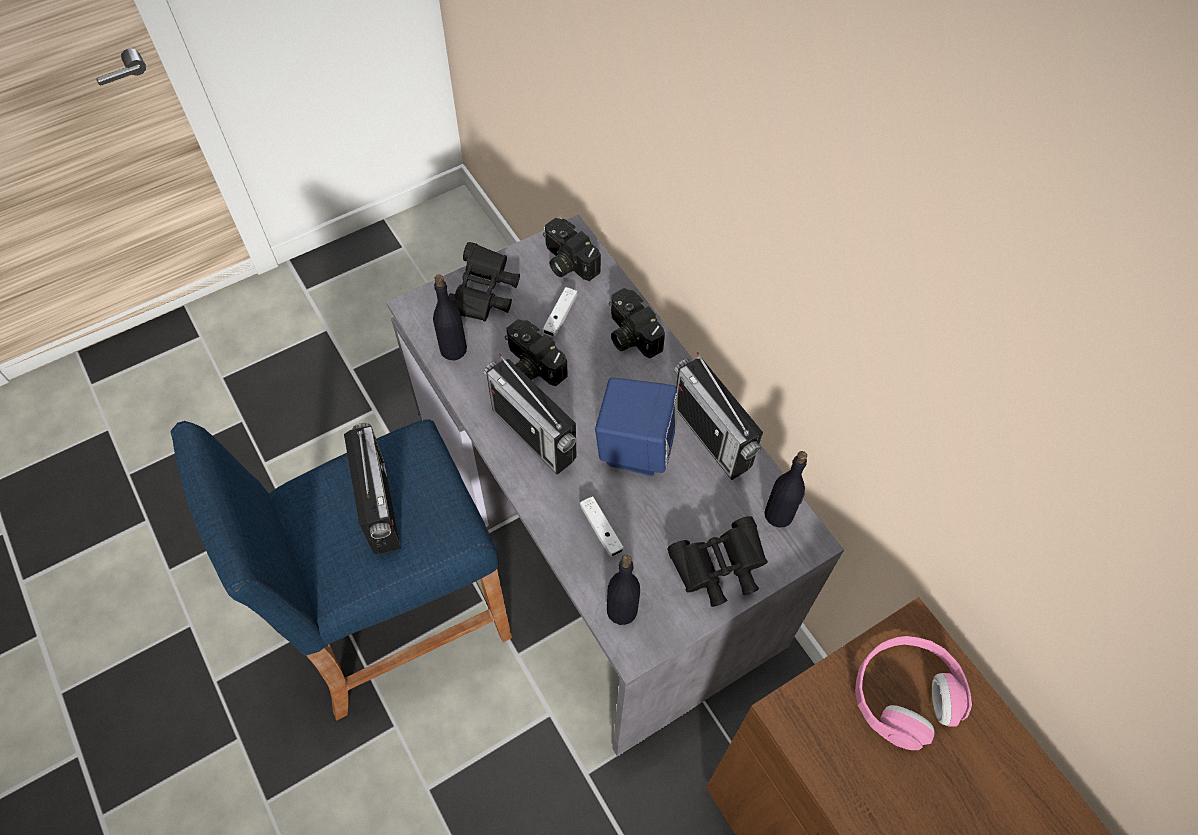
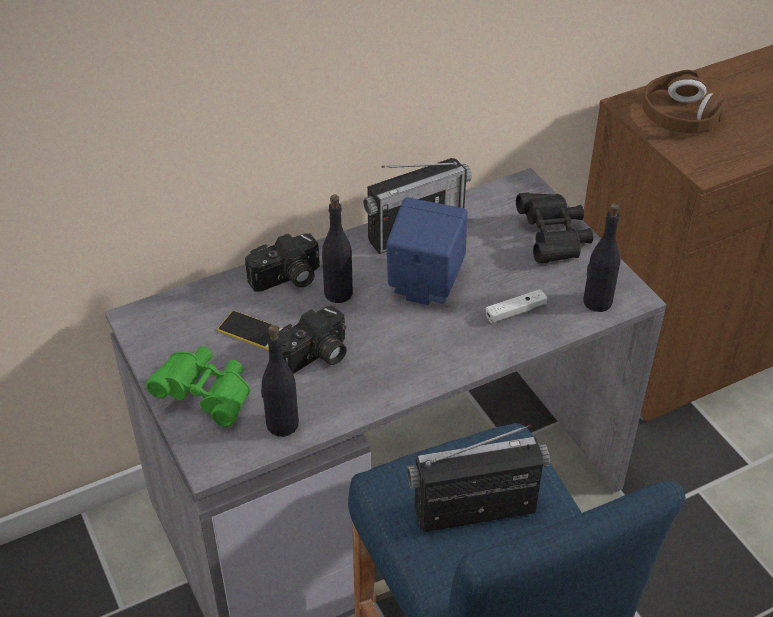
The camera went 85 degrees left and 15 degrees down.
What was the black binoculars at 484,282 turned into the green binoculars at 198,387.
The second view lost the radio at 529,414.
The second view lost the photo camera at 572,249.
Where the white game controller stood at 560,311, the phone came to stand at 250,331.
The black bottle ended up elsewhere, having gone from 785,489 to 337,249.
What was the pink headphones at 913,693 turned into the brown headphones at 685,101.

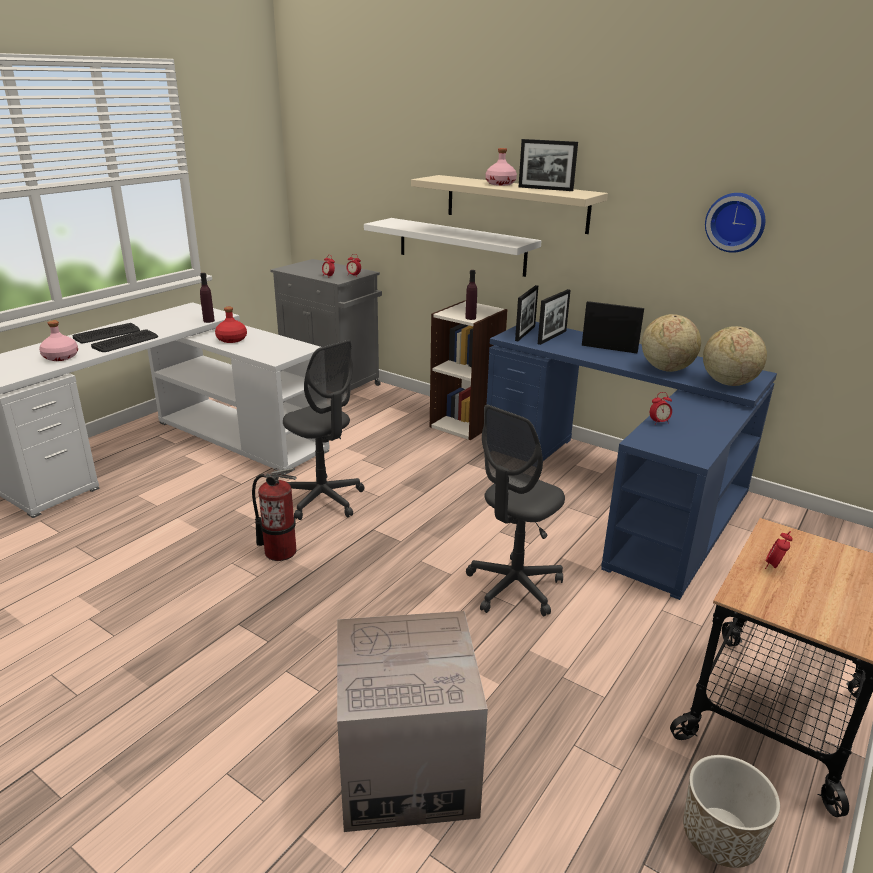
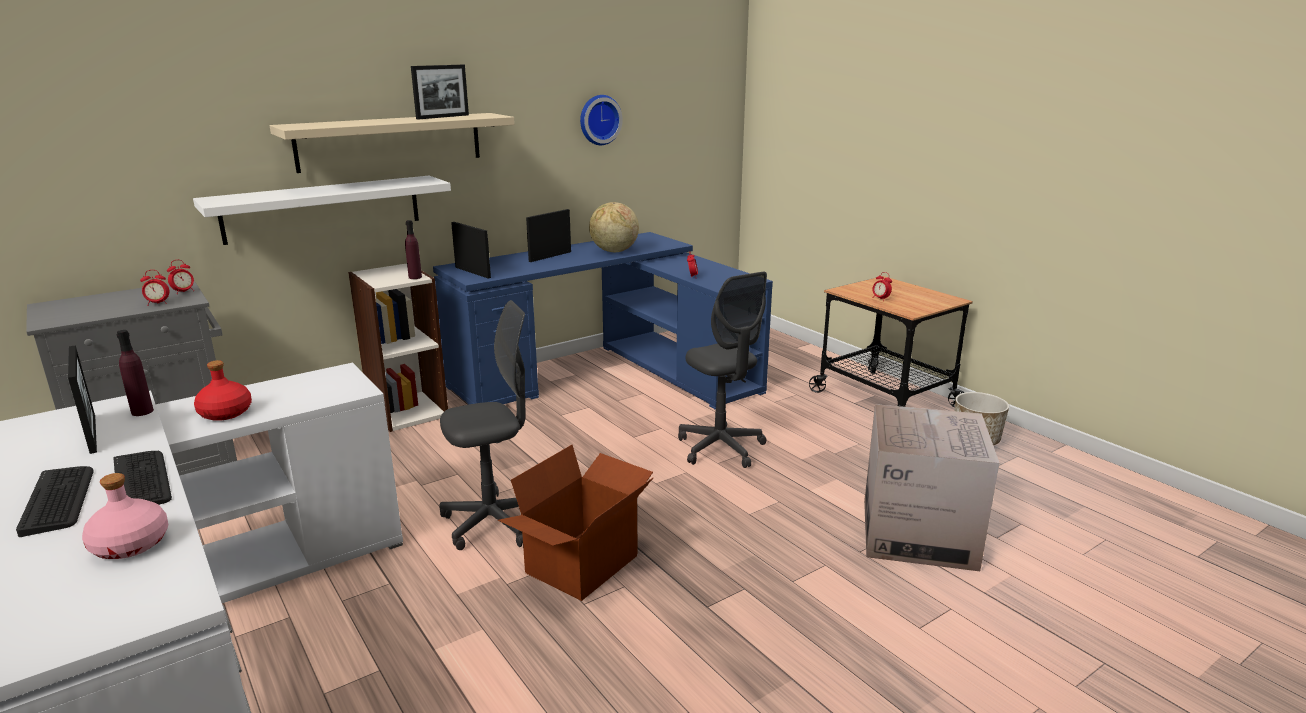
The camera went 70 degrees left and 5 degrees down.
Where the fire extinguisher stood at 274,514, the cardboard box came to stand at 575,523.
The second view lost the pink bottle at 501,167.
The picture frame ended up elsewhere, having gone from 554,317 to 82,399.
The second view lost the globe at 735,356.

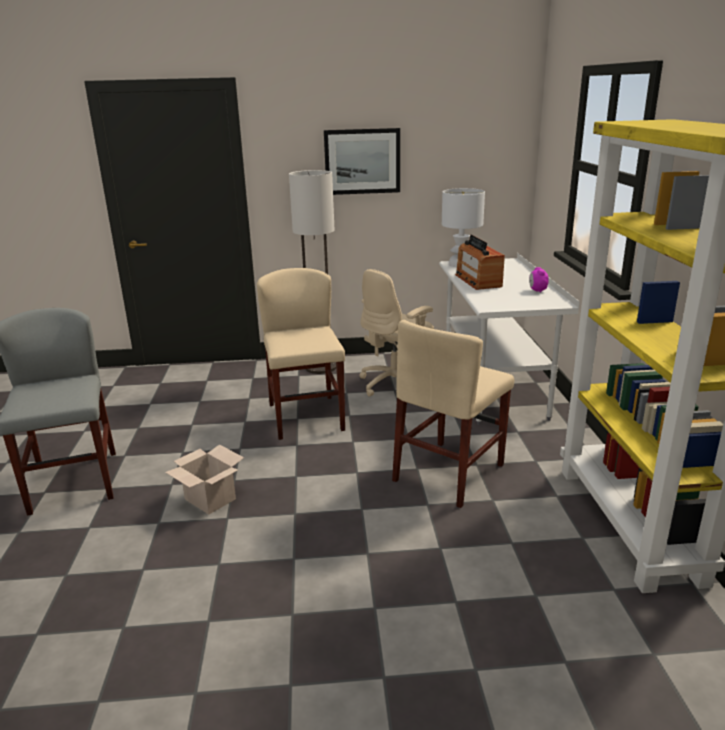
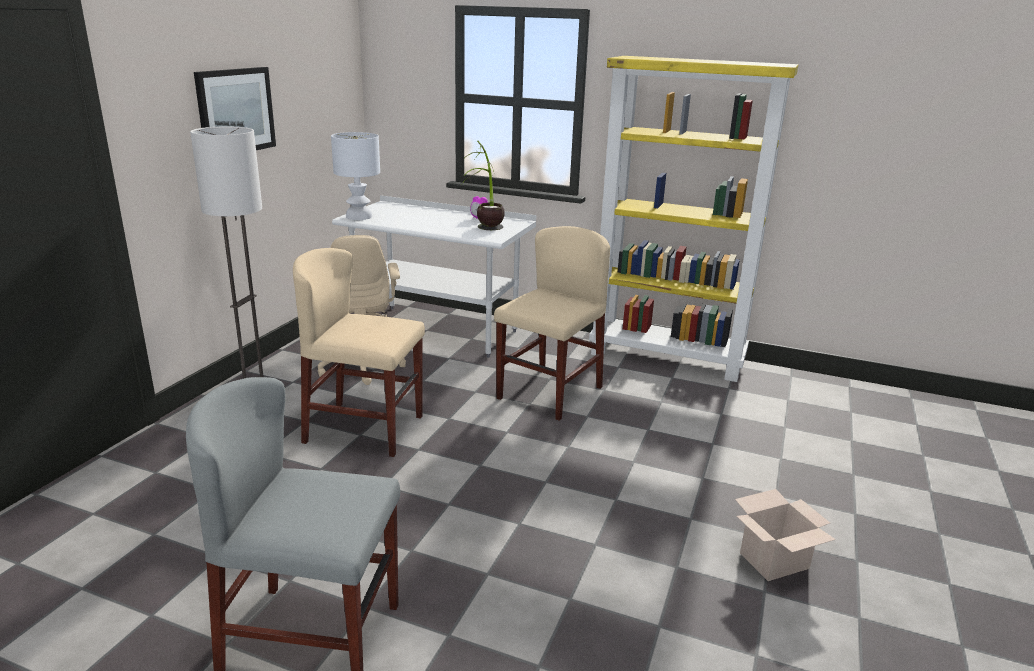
The camera went 65 degrees left and 0 degrees up.
The cardboard box ended up elsewhere, having gone from 204,480 to 785,535.
The beige chair at 453,414 ended up facing another way, 120 degrees counterclockwise from before.
The second view lost the radio at 480,262.
The second view gained the potted plant at 483,185.

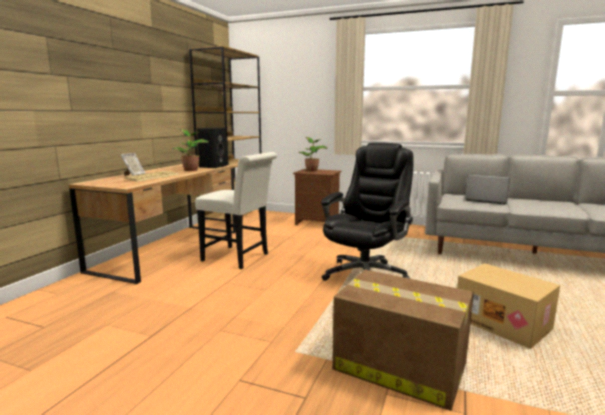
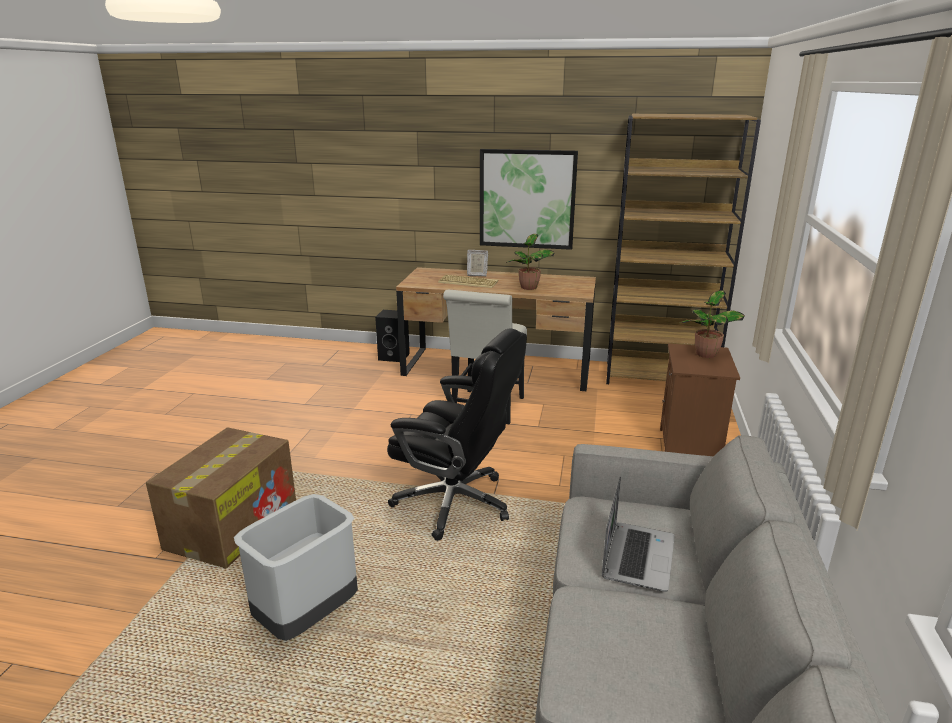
The camera went 80 degrees right and 10 degrees up.
The black speaker ended up elsewhere, having gone from 212,148 to 392,336.
Where the cardboard box stood at 508,306, the grey trash can came to stand at 296,567.
The second view gained the picture at 529,199.

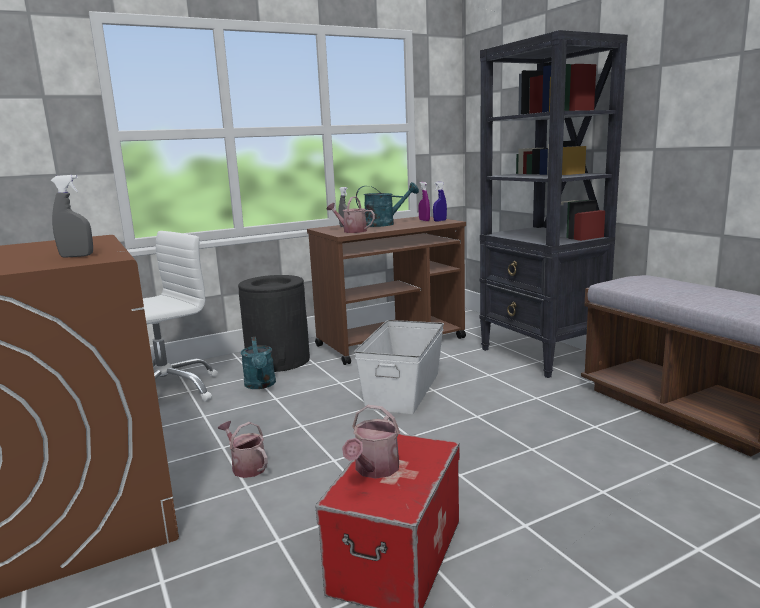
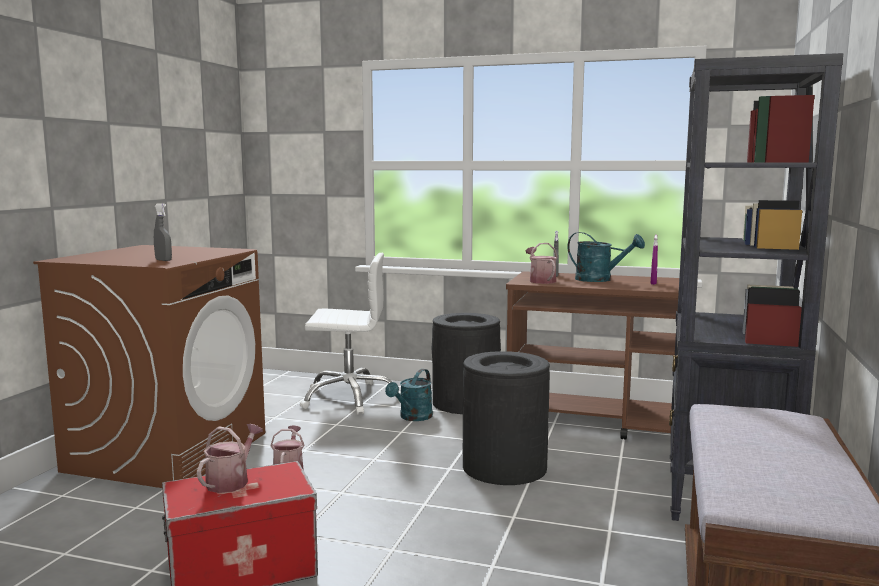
The camera went 45 degrees right and 5 degrees down.
The watering can at 371,442 ended up facing another way, 135 degrees clockwise from before.
Where the white storage box stood at 399,367, the black trash can came to stand at 506,418.
The second view lost the blue spray bottle at 440,202.

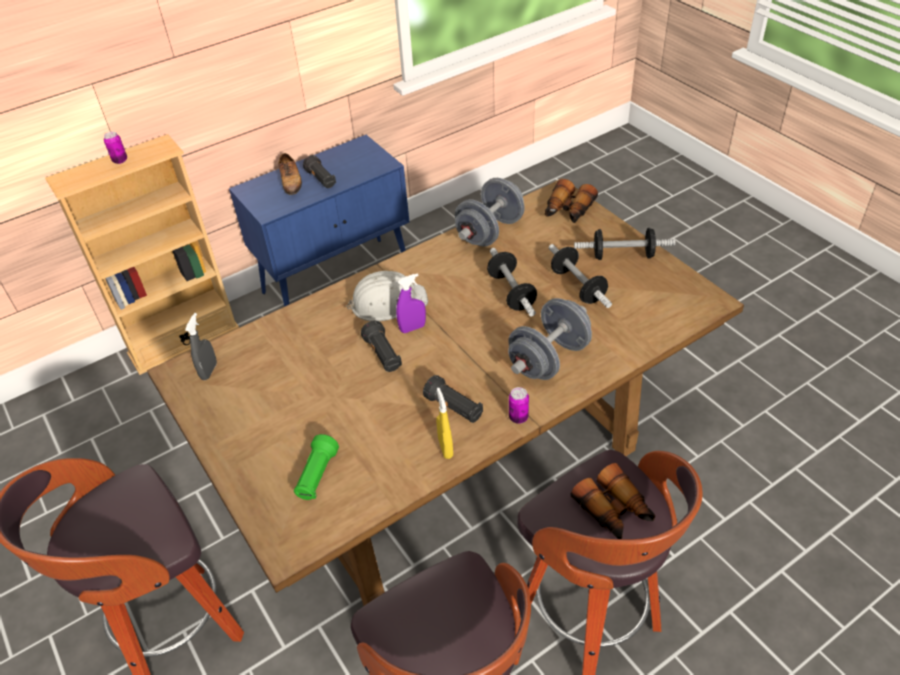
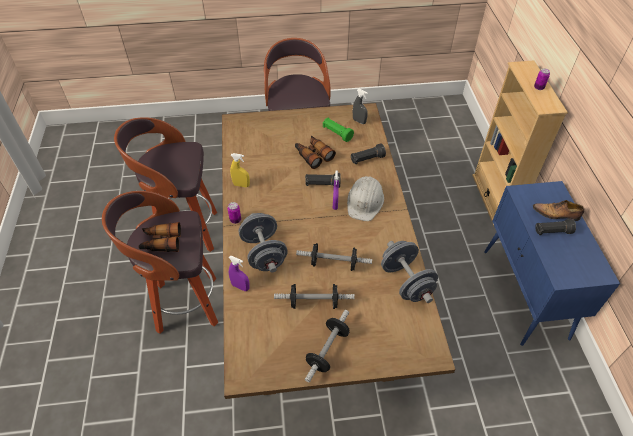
The camera went 115 degrees right and 5 degrees up.
The green flashlight ended up elsewhere, having gone from 316,467 to 338,130.
The black flashlight ended up elsewhere, having gone from 453,399 to 368,153.
The binoculars ended up elsewhere, having gone from 571,201 to 315,152.
The second view gained the purple spray bottle at 239,273.

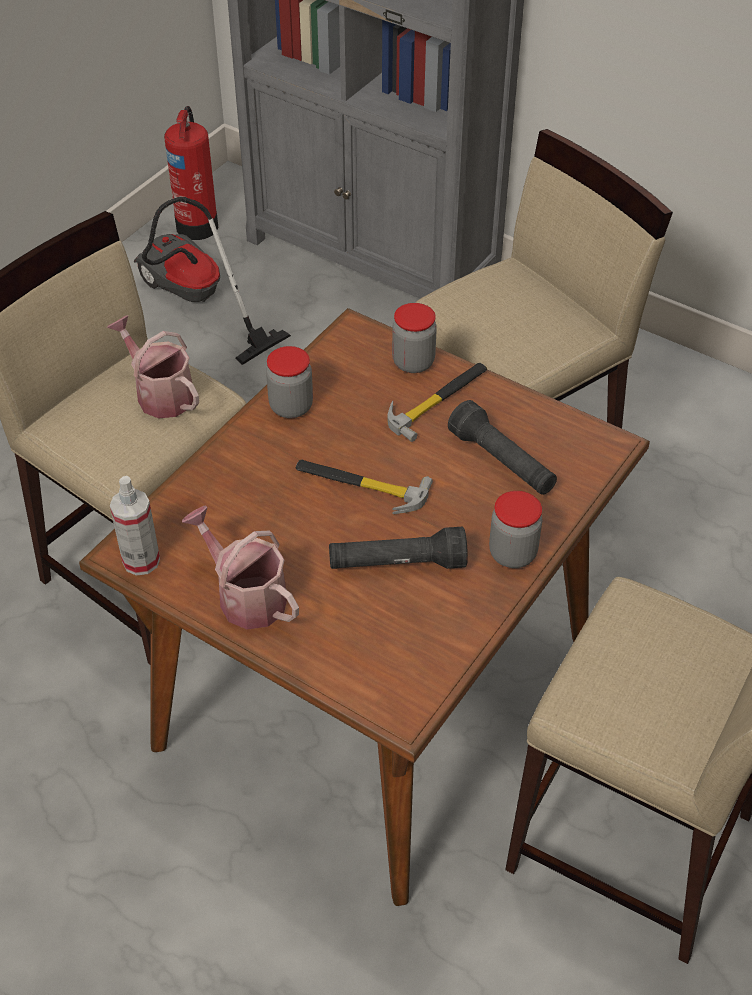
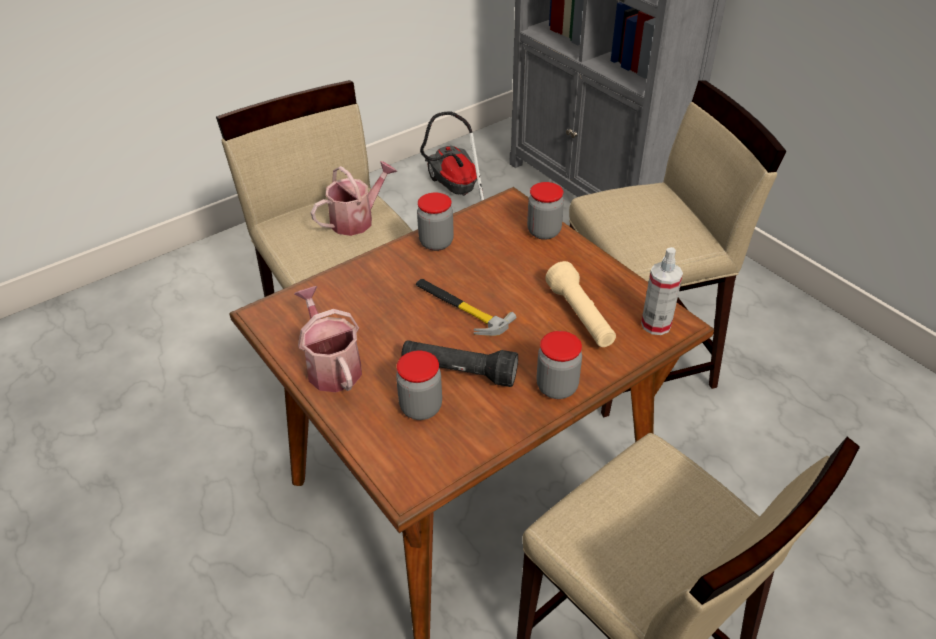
The camera went 20 degrees right and 5 degrees down.
The watering can at 153,367 ended up facing another way, 75 degrees clockwise from before.
The spray bottle ended up elsewhere, having gone from 135,526 to 662,291.
The second view lost the fire extinguisher at 191,173.
The second view lost the hammer at 437,402.
What was the black flashlight at 502,447 turned into the beige flashlight at 580,304.
The second view gained the jar at 419,385.

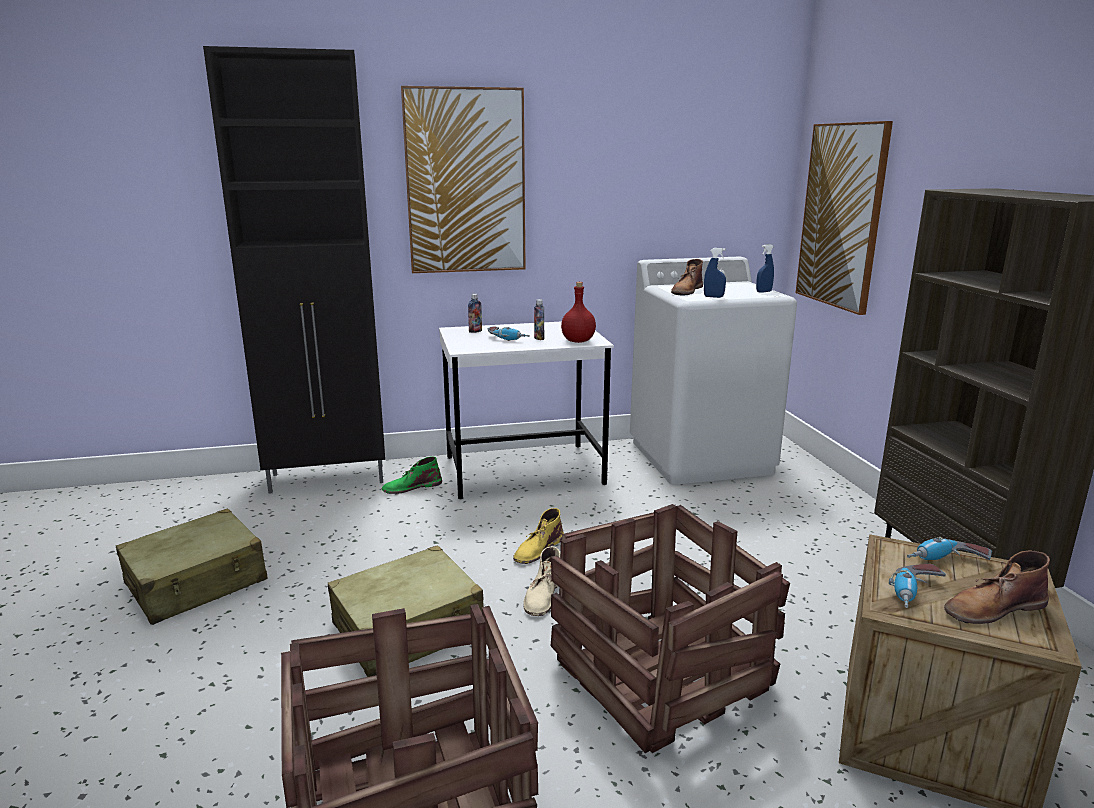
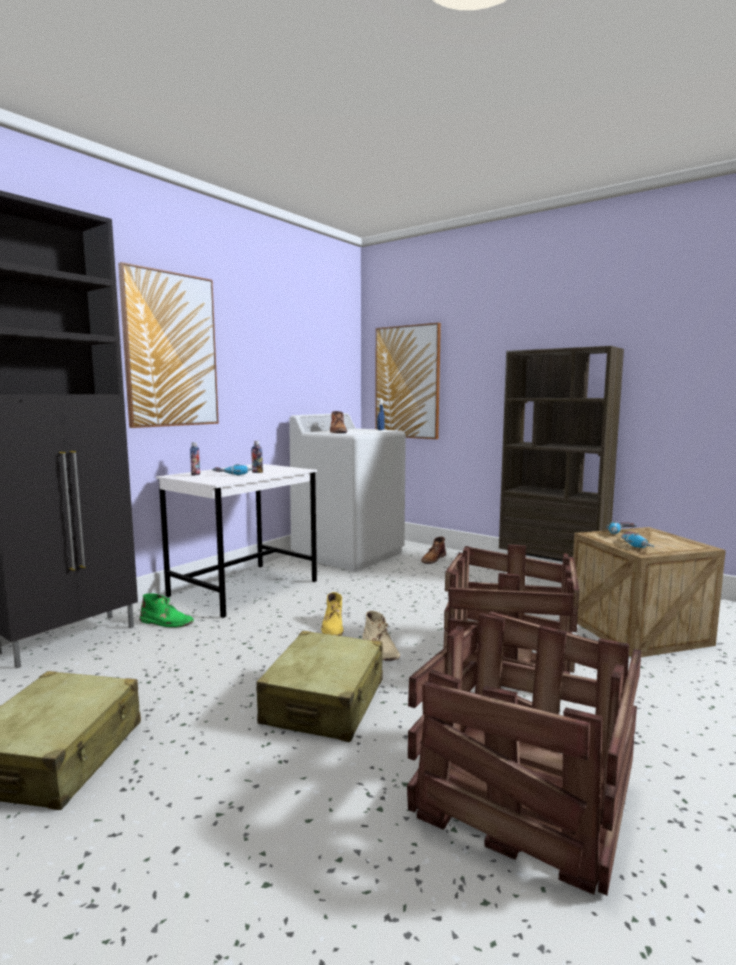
The camera went 40 degrees left and 10 degrees down.
The green boot at 412,475 ended up facing another way, 105 degrees counterclockwise from before.
The second view lost the red bottle at 578,312.
The second view lost the blue spray bottle at 715,273.
The brown boot ended up elsewhere, having gone from 997,587 to 433,550.

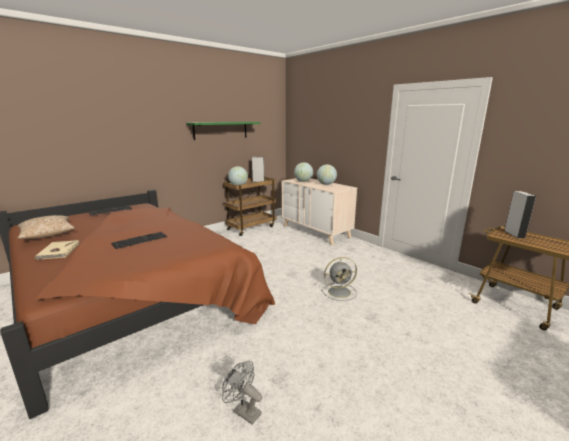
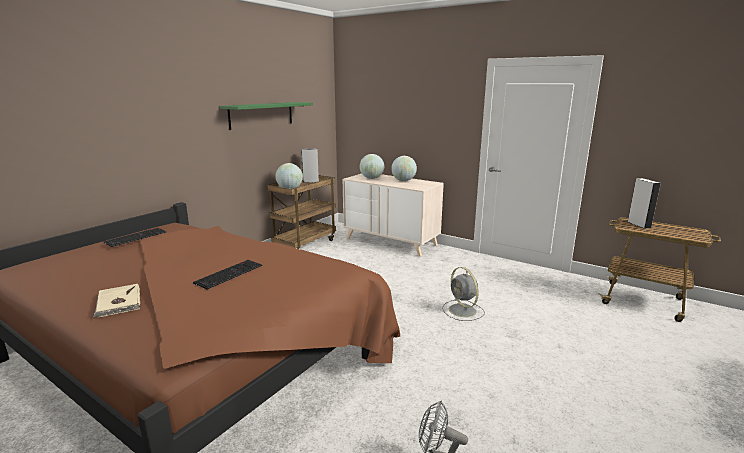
The camera went 15 degrees left and 0 degrees up.
The second view lost the pillow at 46,227.
The grey fan at 339,279 ended up facing another way, 90 degrees clockwise from before.

